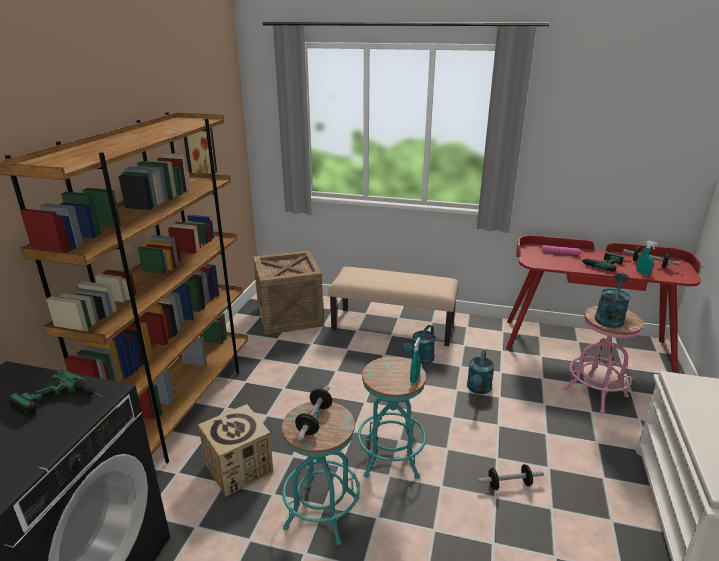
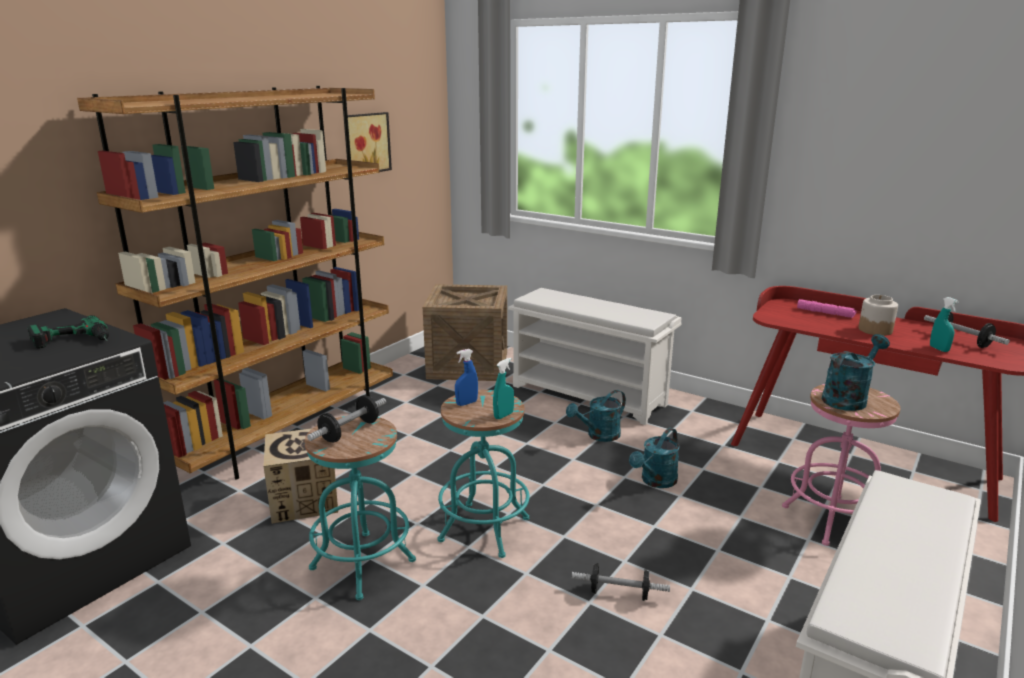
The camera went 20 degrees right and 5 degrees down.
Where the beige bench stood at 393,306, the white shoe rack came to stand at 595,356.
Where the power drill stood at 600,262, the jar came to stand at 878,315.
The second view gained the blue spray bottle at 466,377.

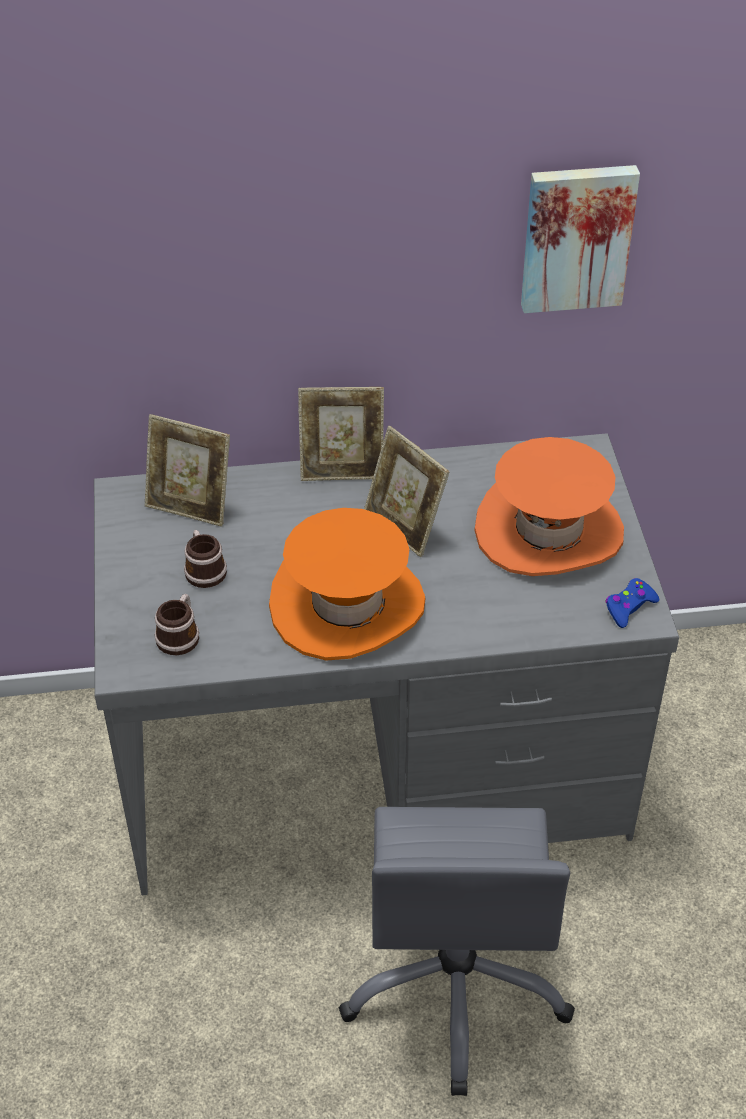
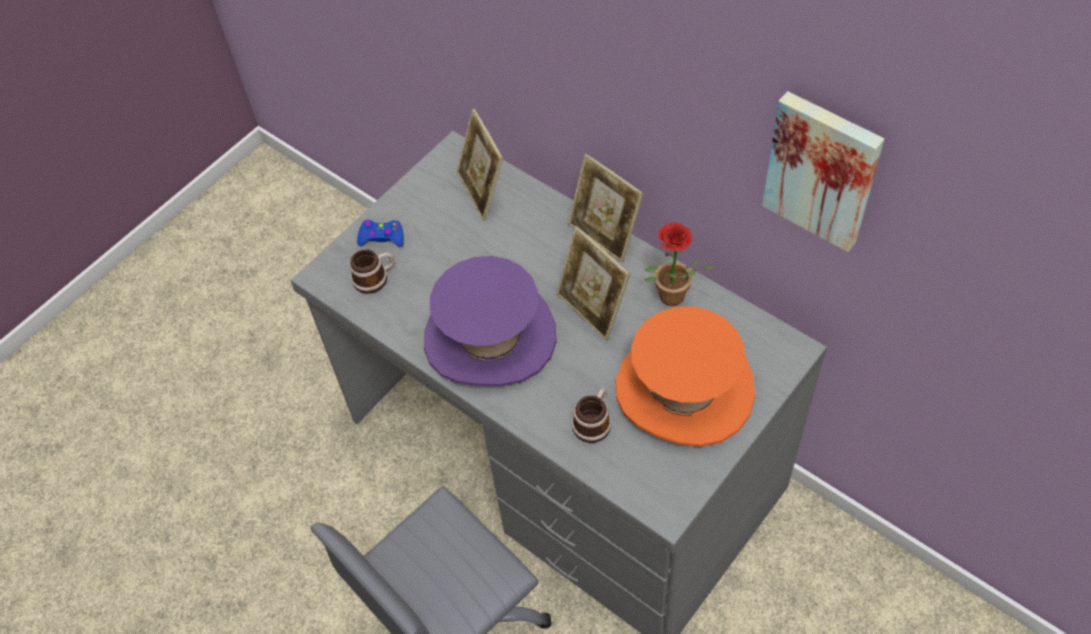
The camera went 50 degrees right and 10 degrees up.
The mug ended up elsewhere, having gone from 205,559 to 591,416.
What was the orange hat at 347,584 turned into the purple hat at 490,321.
The picture frame at 407,491 ended up facing another way, 45 degrees counterclockwise from before.
The blue game controller ended up elsewhere, having gone from 632,603 to 380,233.
The second view gained the potted plant at 680,264.

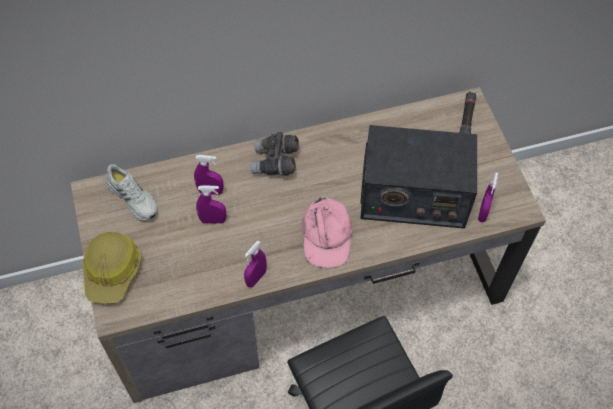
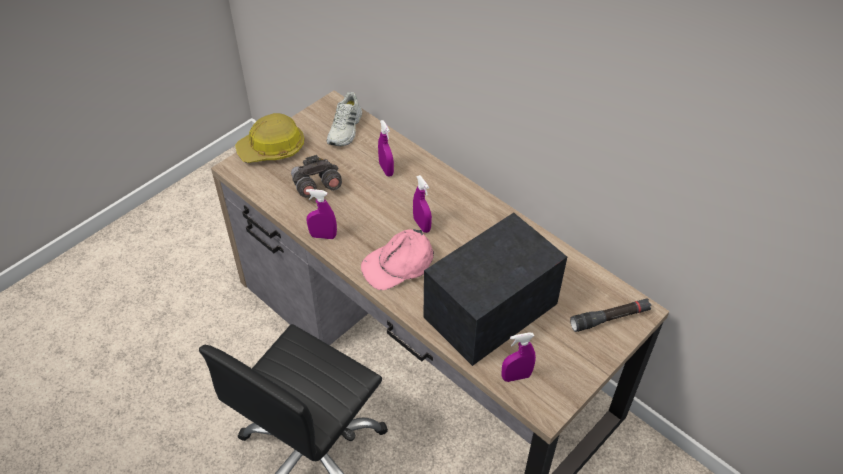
The camera went 60 degrees right and 10 degrees down.
The purple spray bottle ended up elsewhere, having gone from 211,204 to 422,204.
The grey binoculars ended up elsewhere, having gone from 274,154 to 316,176.
The radio at 418,177 ended up facing another way, 75 degrees clockwise from before.

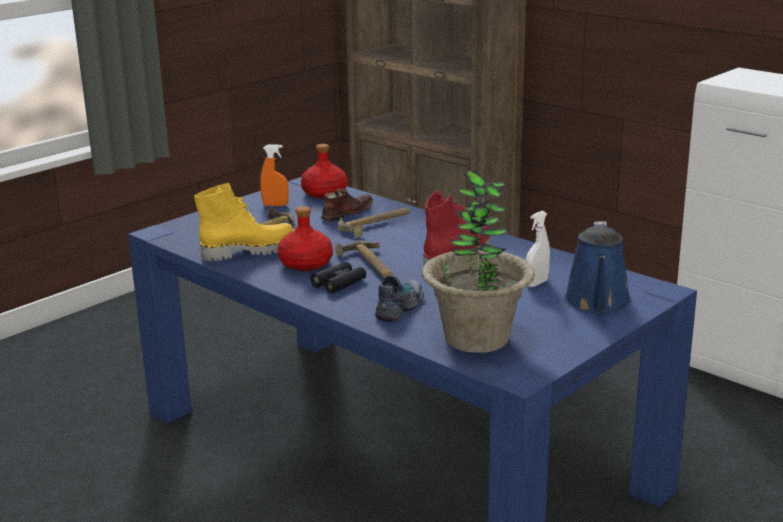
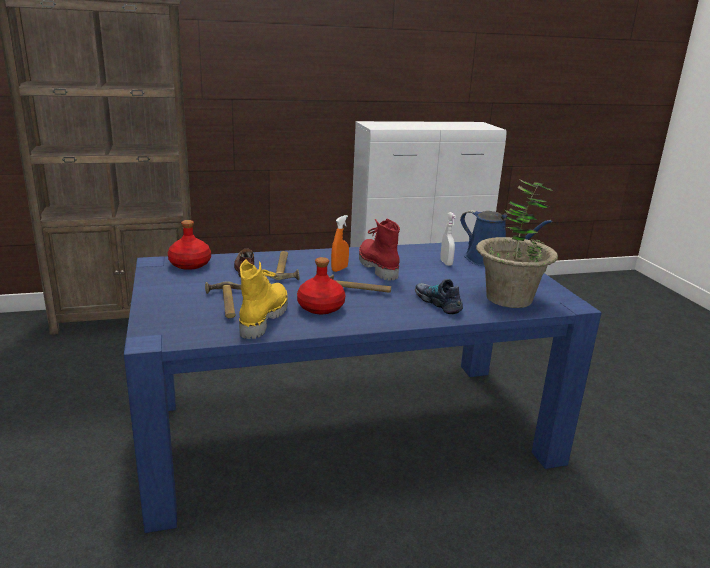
The camera went 60 degrees left and 0 degrees up.
The orange spray bottle ended up elsewhere, having gone from 274,175 to 340,243.
The second view lost the black binoculars at 338,278.

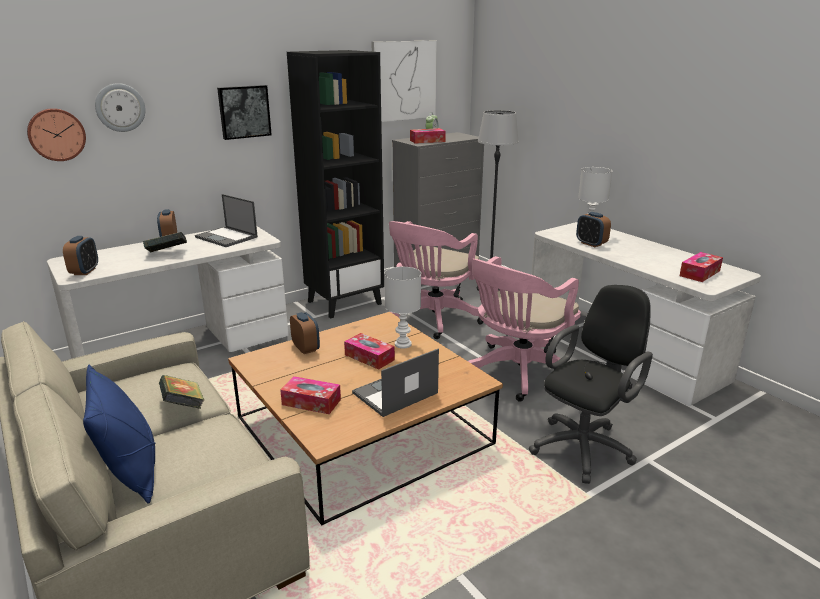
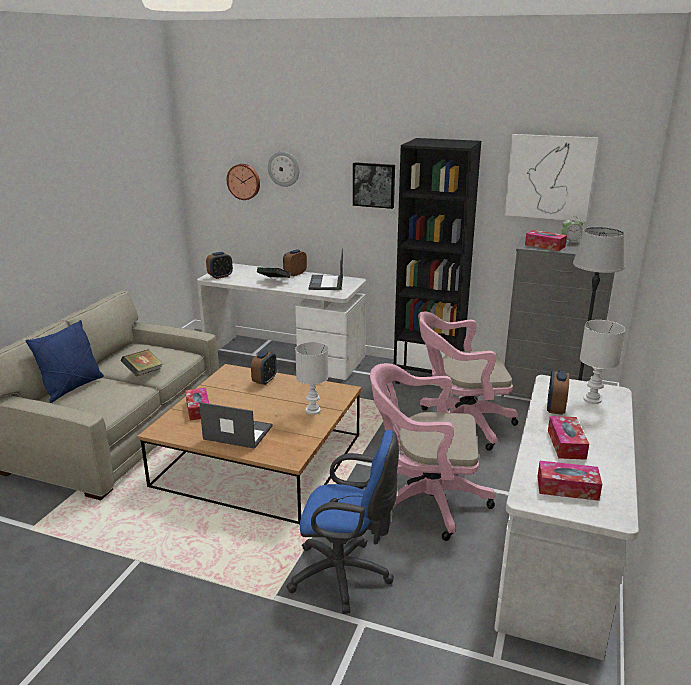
The camera went 55 degrees right and 0 degrees up.
The tissue box ended up elsewhere, having gone from 369,351 to 568,438.
What was the black office chair at 591,384 turned into the blue office chair at 342,522.

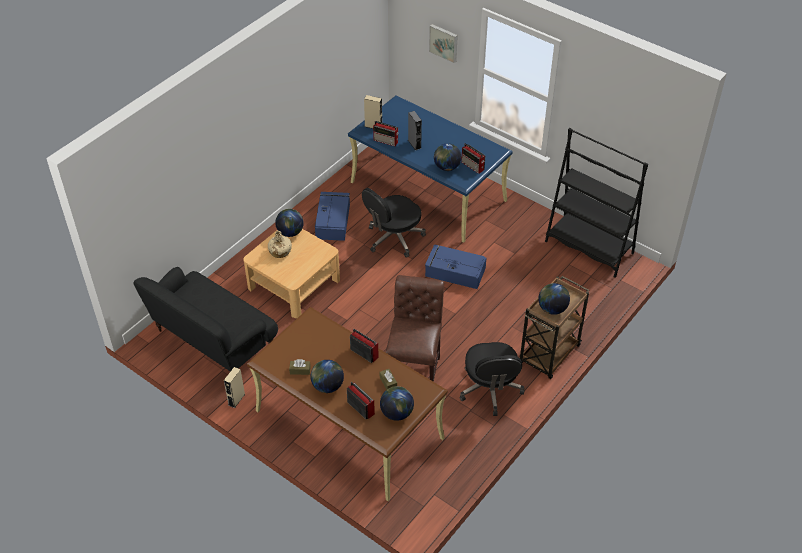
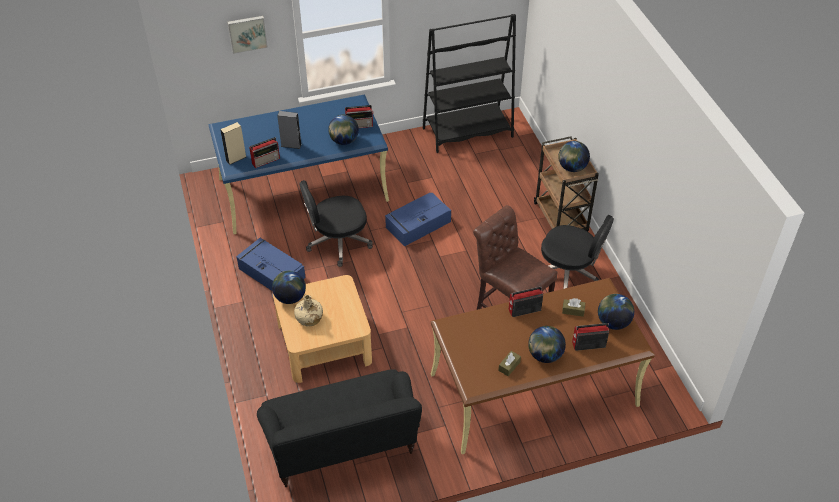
The camera went 55 degrees left and 0 degrees up.
The second view lost the beige speaker at 234,387.
The black office chair at 394,223 ended up facing another way, 75 degrees clockwise from before.

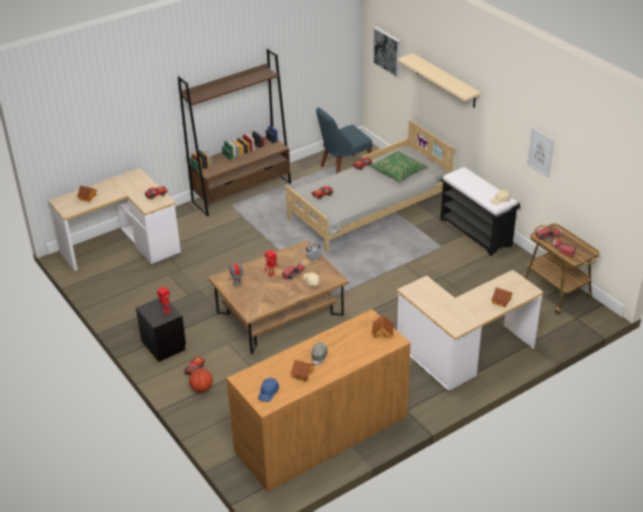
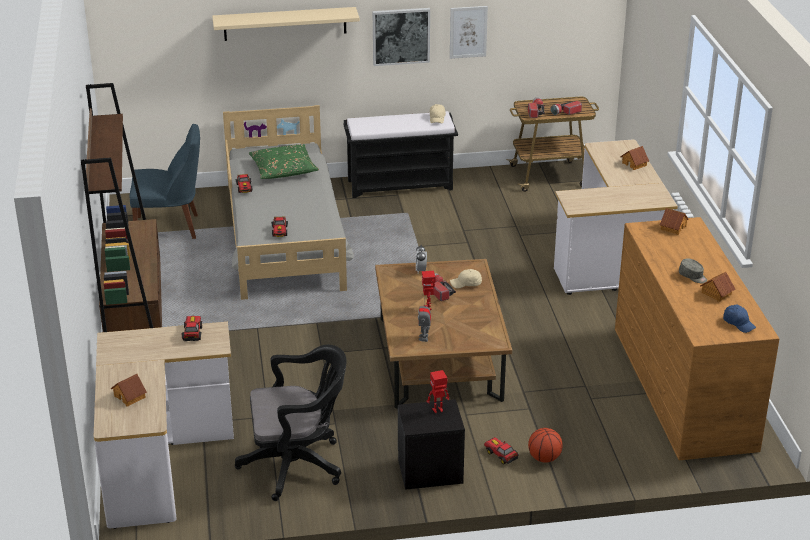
The camera went 65 degrees left and 5 degrees down.
The blue chair at 344,140 ended up facing another way, 90 degrees counterclockwise from before.
The picture ended up elsewhere, having gone from 387,52 to 401,37.
The second view gained the black office chair at 291,423.

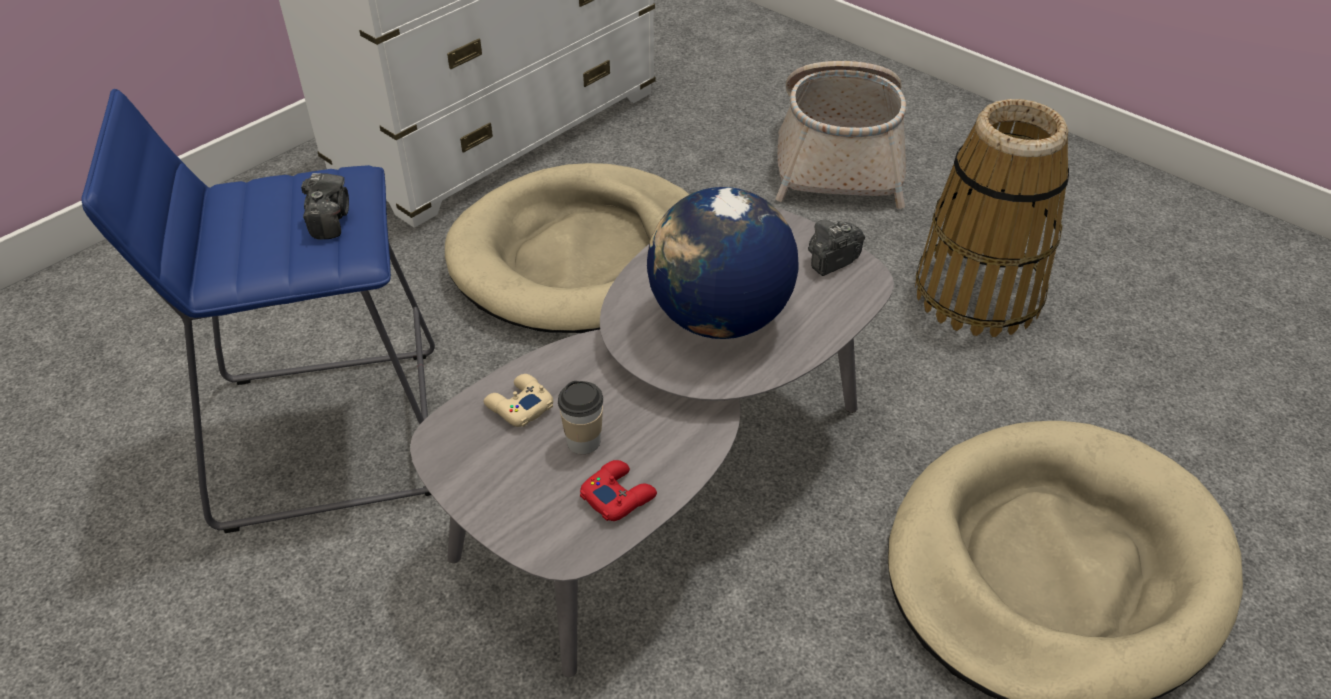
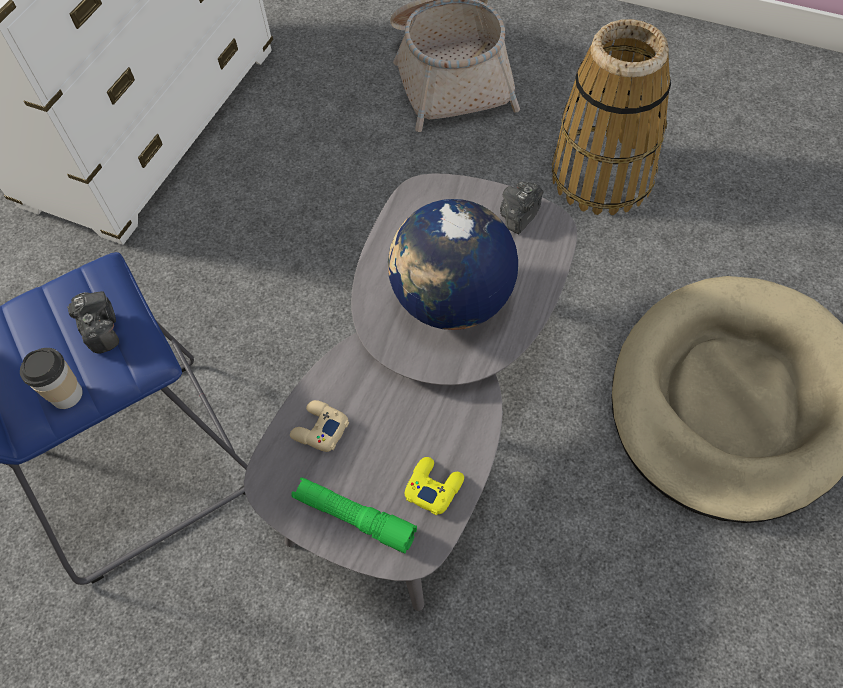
The camera went 15 degrees left and 15 degrees up.
The second view lost the beige dog bed at 567,248.
The cup ended up elsewhere, having gone from 580,417 to 51,378.
What was the red game controller at 618,490 turned into the yellow game controller at 434,486.
The second view gained the green flashlight at 354,515.

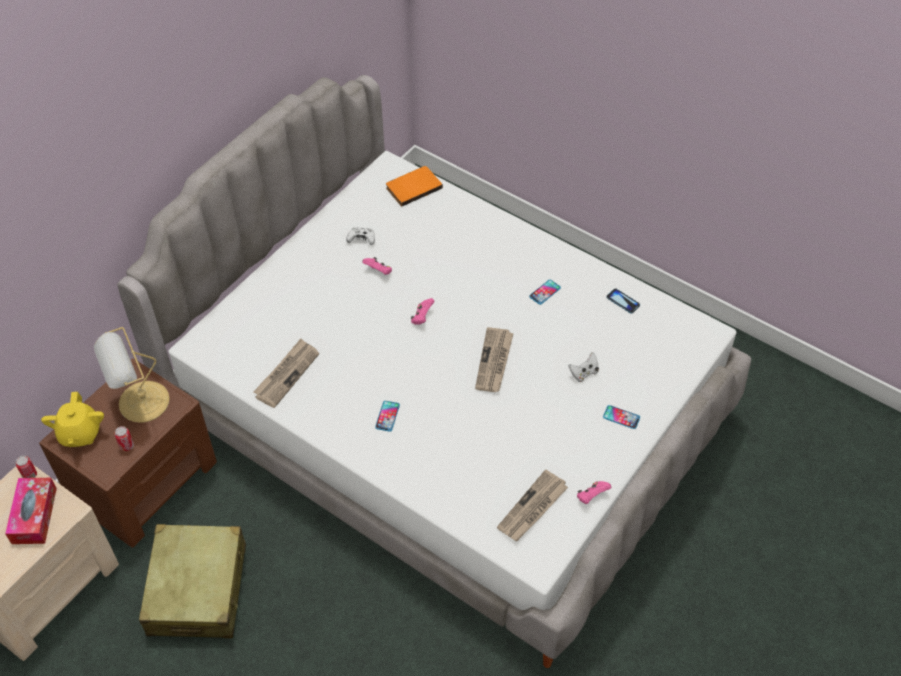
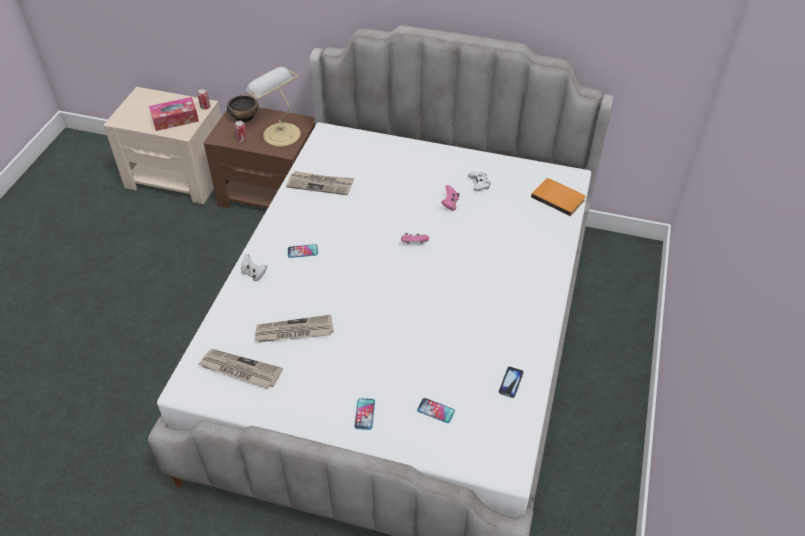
The camera went 70 degrees right and 5 degrees down.
Where the yellow teapot stood at 72,419, the bowl came to stand at 243,109.
The second view lost the beige suitcase at 192,581.
The newspaper ended up elsewhere, having gone from 494,359 to 294,328.
The phone ended up elsewhere, having gone from 545,292 to 436,410.
The white game controller ended up elsewhere, having gone from 583,367 to 254,267.
The second view lost the pink game controller at 594,492.

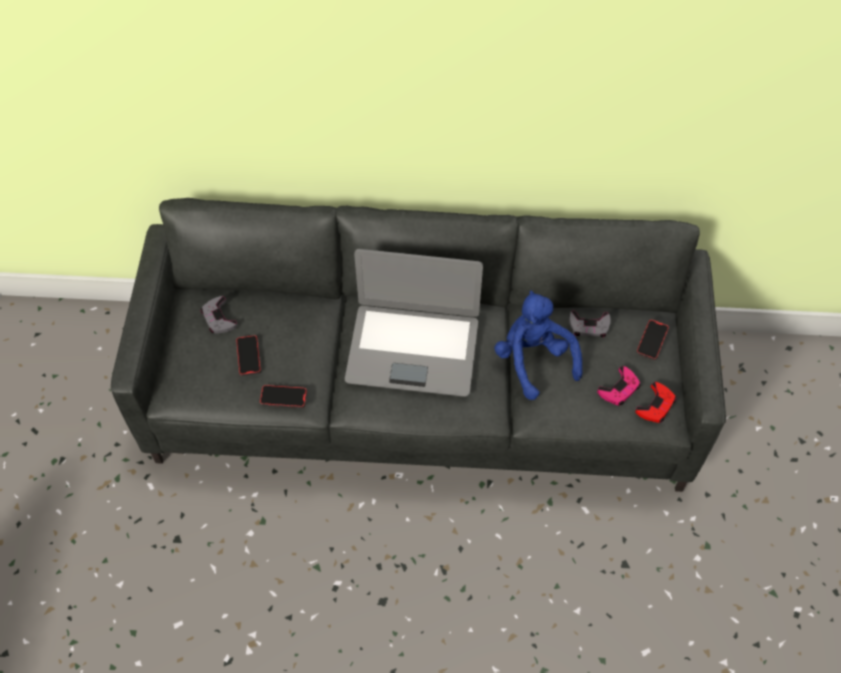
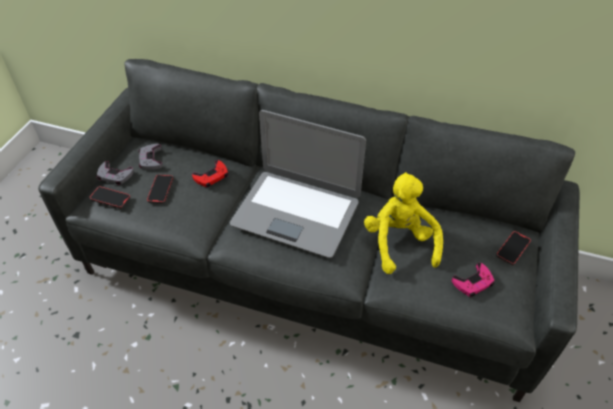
The camera went 15 degrees right and 10 degrees down.
The phone ended up elsewhere, having gone from 283,396 to 110,197.
What was the blue plush toy at 538,345 turned into the yellow plush toy at 403,223.
The grey game controller ended up elsewhere, having gone from 590,324 to 115,173.
The red game controller ended up elsewhere, having gone from 655,402 to 210,173.

